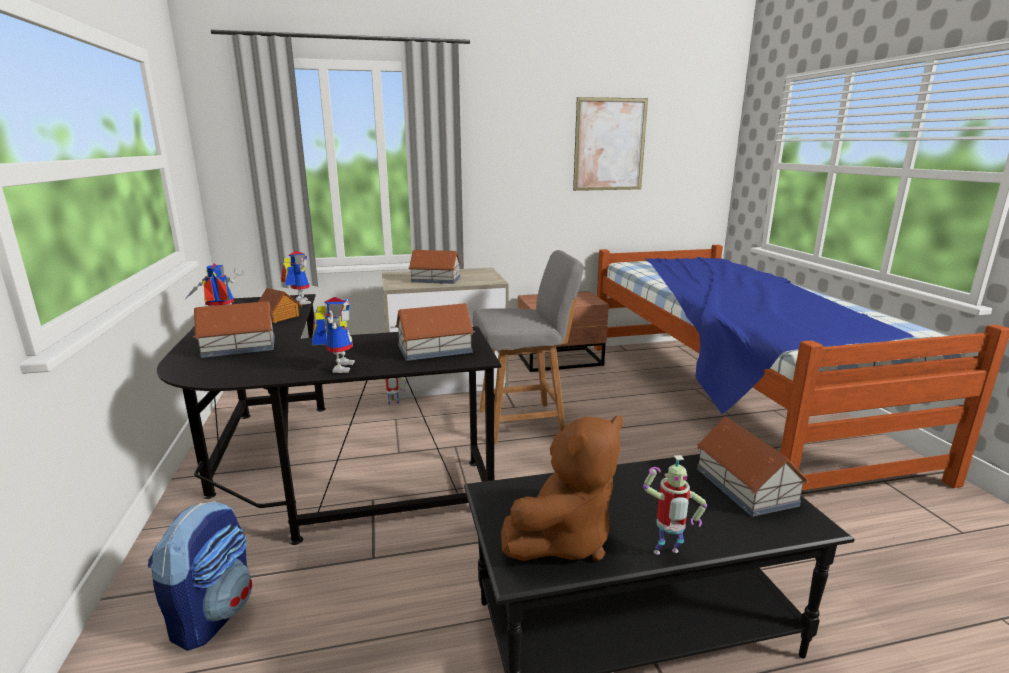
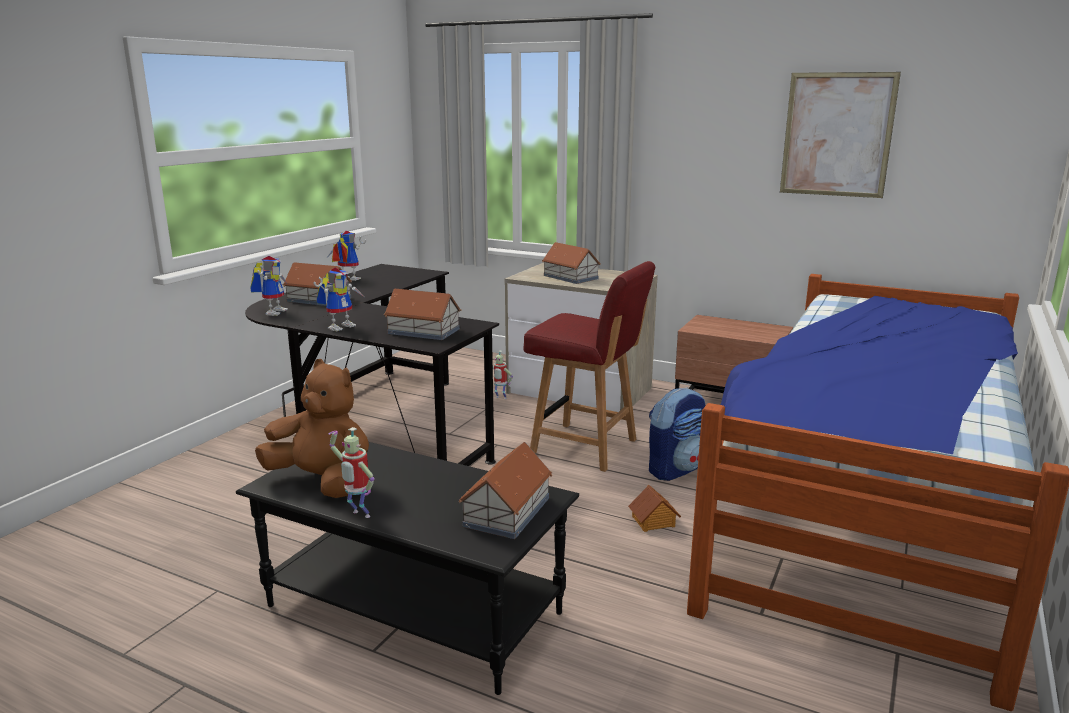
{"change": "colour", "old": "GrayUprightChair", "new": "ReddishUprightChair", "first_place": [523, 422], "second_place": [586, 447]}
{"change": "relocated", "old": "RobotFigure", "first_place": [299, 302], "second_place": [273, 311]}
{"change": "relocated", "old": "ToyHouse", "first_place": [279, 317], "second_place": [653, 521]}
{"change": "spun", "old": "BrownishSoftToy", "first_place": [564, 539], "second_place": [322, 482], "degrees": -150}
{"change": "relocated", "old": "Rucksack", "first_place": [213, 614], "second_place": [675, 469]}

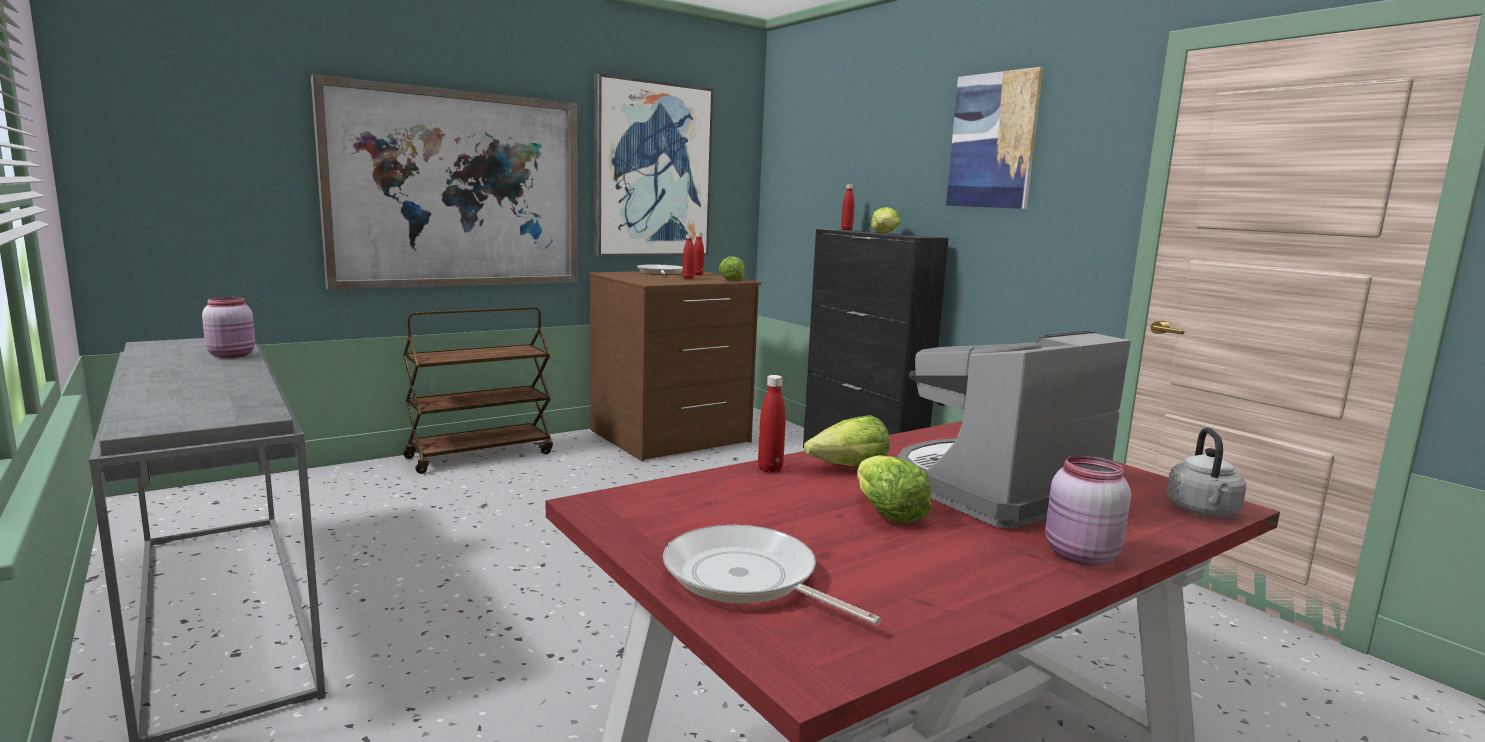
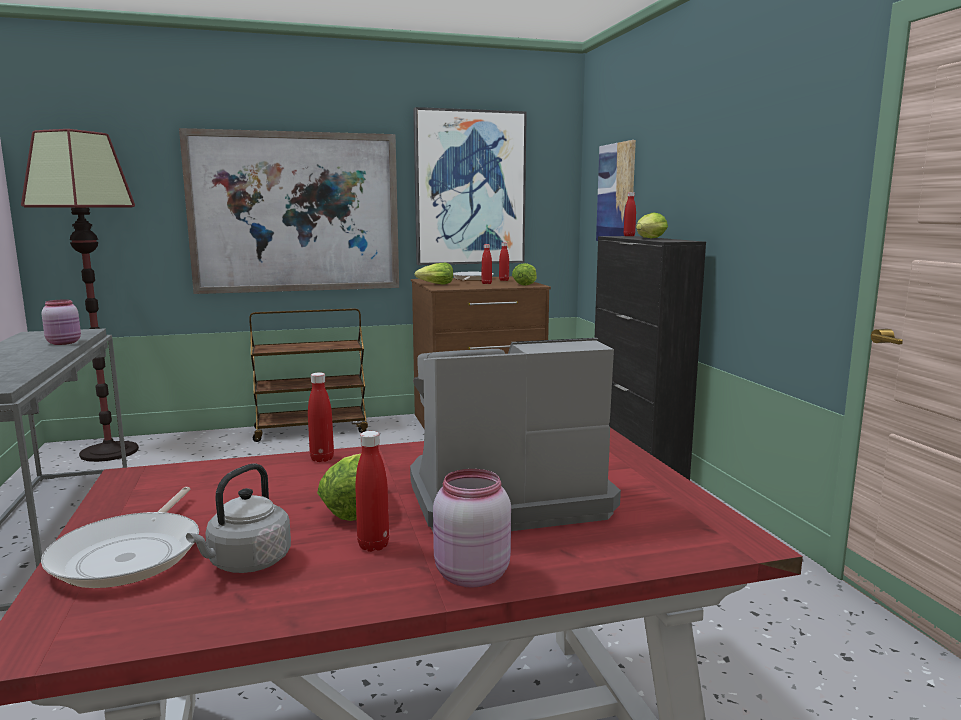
{"change": "relocated", "old": "Picture", "first_place": [993, 141], "second_place": [616, 193]}
{"change": "relocated", "old": "Lettuce", "first_place": [849, 467], "second_place": [436, 284]}
{"change": "relocated", "old": "GrayKettle", "first_place": [1203, 511], "second_place": [246, 563]}
{"change": "spun", "old": "Pan", "first_place": [746, 579], "second_place": [132, 554], "degrees": -150}
{"change": "appeared", "new": "StandingLamp", "second_place": [109, 452]}
{"change": "appeared", "new": "ReddishBeverageBottle", "second_place": [373, 545]}

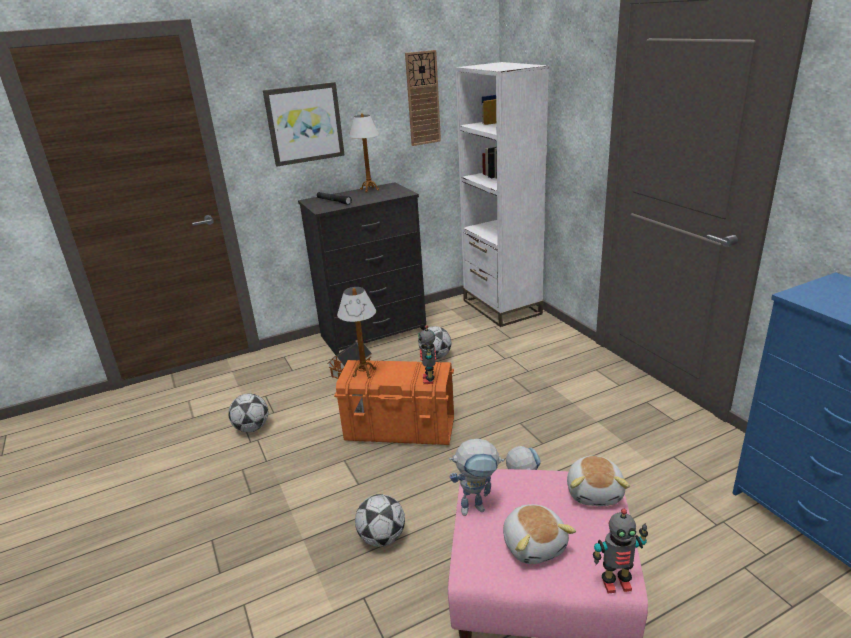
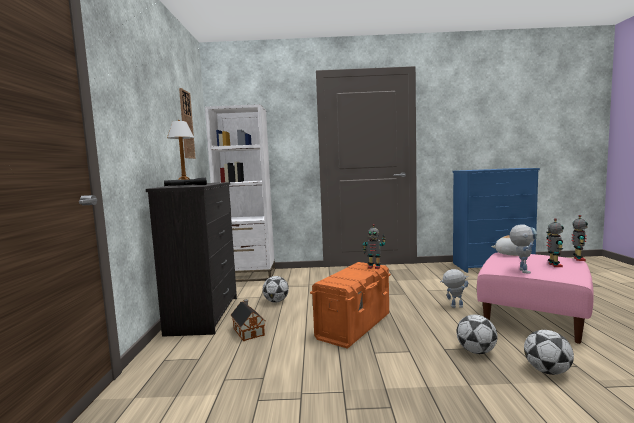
{"change": "missing", "old": "Picture", "first_place": [304, 124]}
{"change": "missing", "old": "LampForATable", "first_place": [364, 373]}
{"change": "relocated", "old": "BallForFootball", "first_place": [252, 428], "second_place": [547, 371]}
{"change": "exchanged", "old": "SoftToy", "new": "RobotFigure", "first_place": [534, 544], "second_place": [554, 265]}

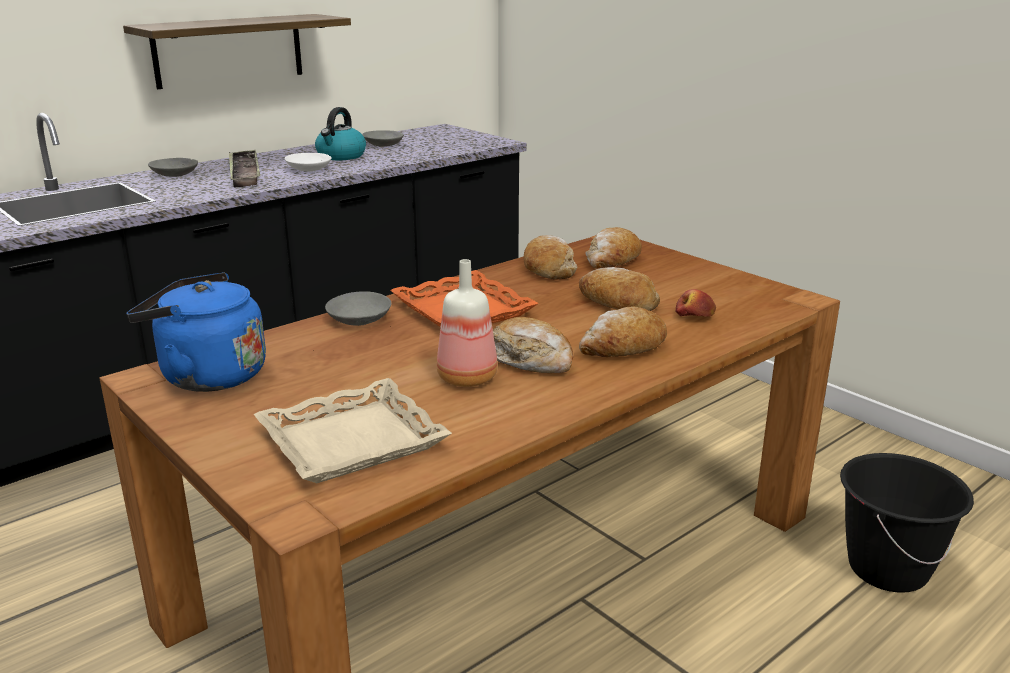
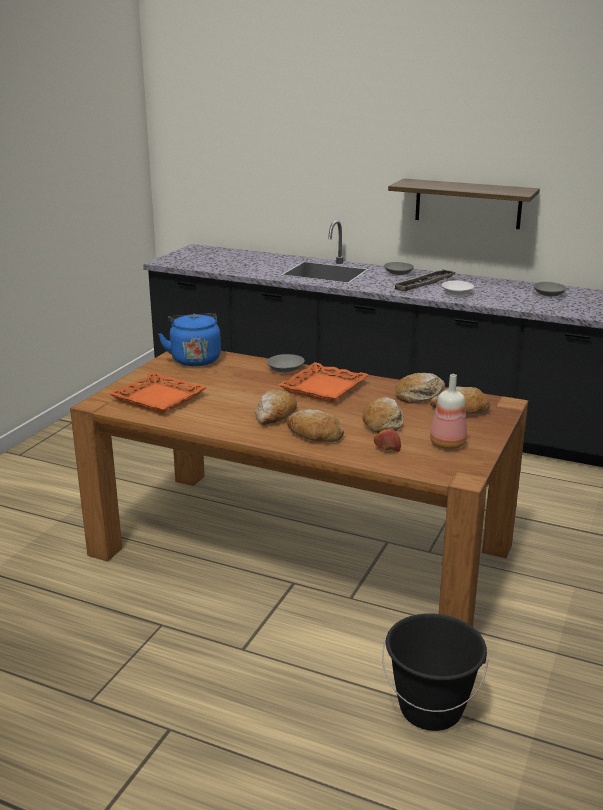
{"change": "missing", "old": "Kettle", "first_place": [341, 156]}
{"change": "relocated", "old": "BeverageBottle", "first_place": [469, 379], "second_place": [448, 444]}
{"change": "colour", "old": "BeigeColouredTray", "new": "OrangeColouredTray", "first_place": [352, 440], "second_place": [159, 398]}

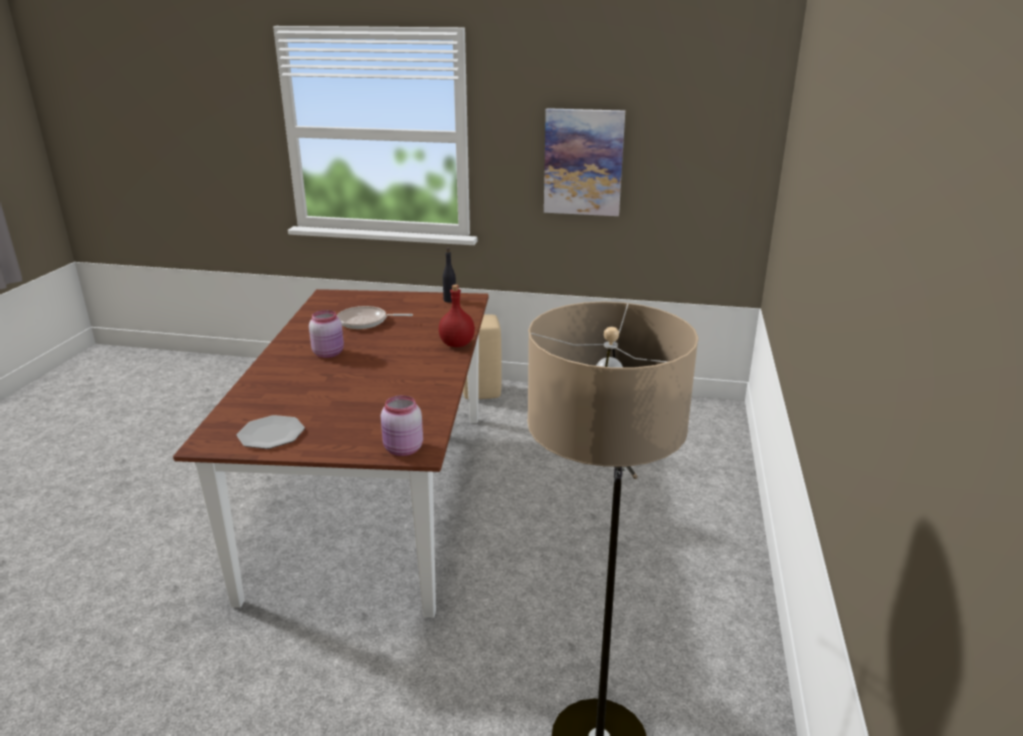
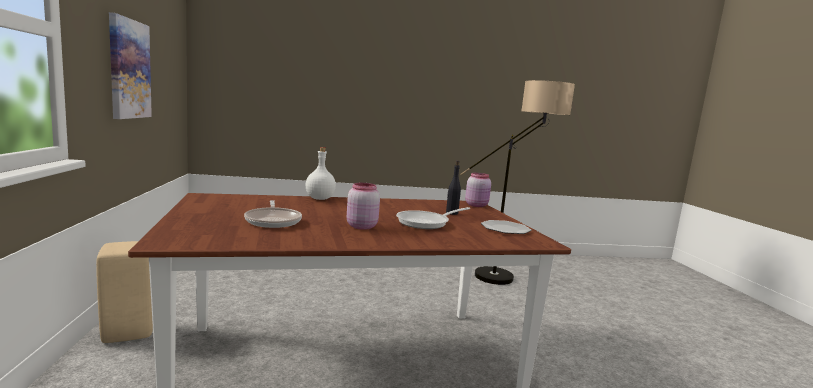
{"change": "relocated", "old": "BlackishBeverageBottle", "first_place": [450, 300], "second_place": [451, 213]}
{"change": "colour", "old": "ReddishBeverageBottle", "new": "WhiteColouredBeverageBottle", "first_place": [456, 344], "second_place": [320, 199]}
{"change": "appeared", "new": "Pan", "second_place": [426, 223]}

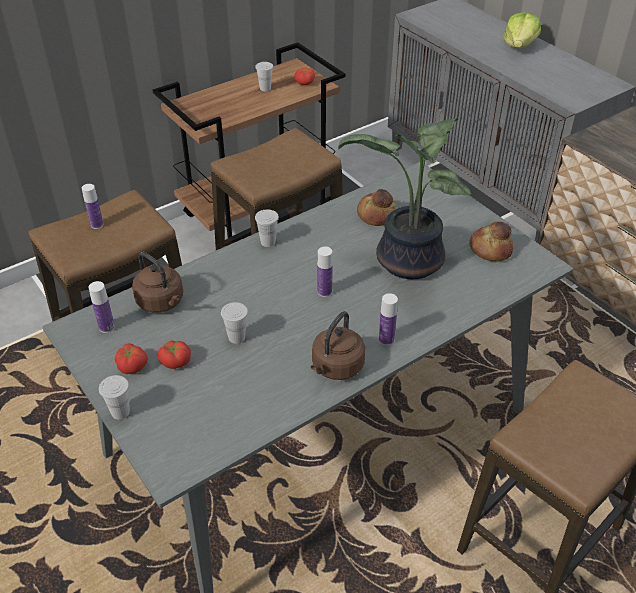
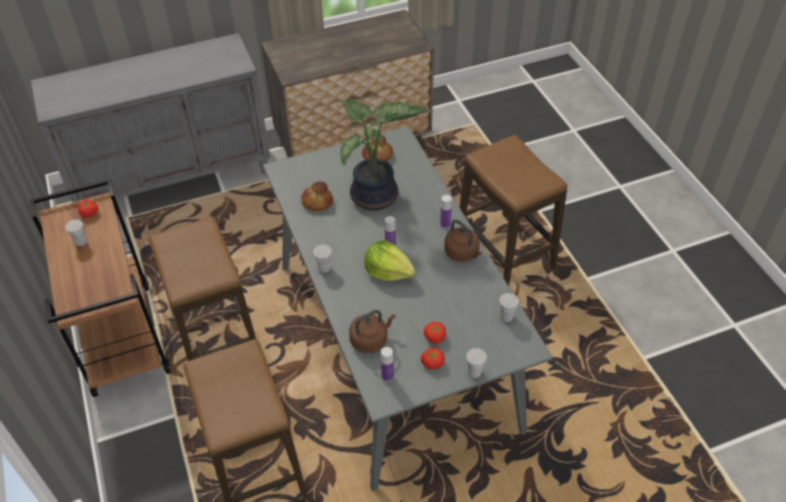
{"change": "relocated", "old": "Lettuce", "first_place": [519, 45], "second_place": [388, 271]}
{"change": "missing", "old": "BeverageBottle", "first_place": [97, 225]}
{"change": "relocated", "old": "WhiteColouredCup", "first_place": [236, 337], "second_place": [506, 317]}

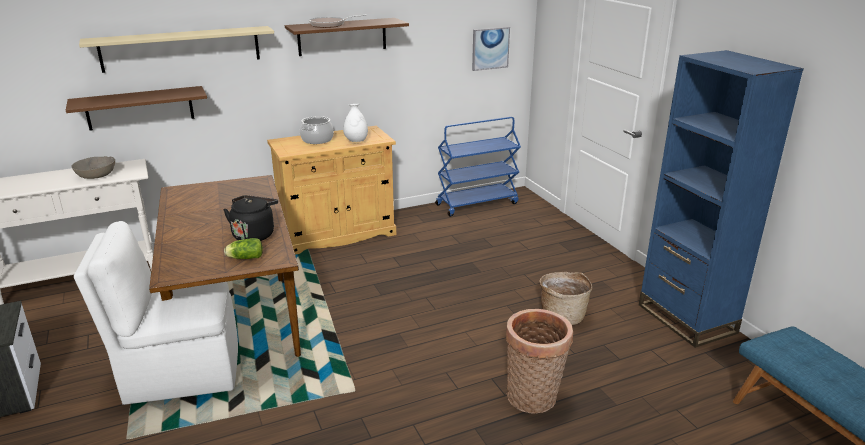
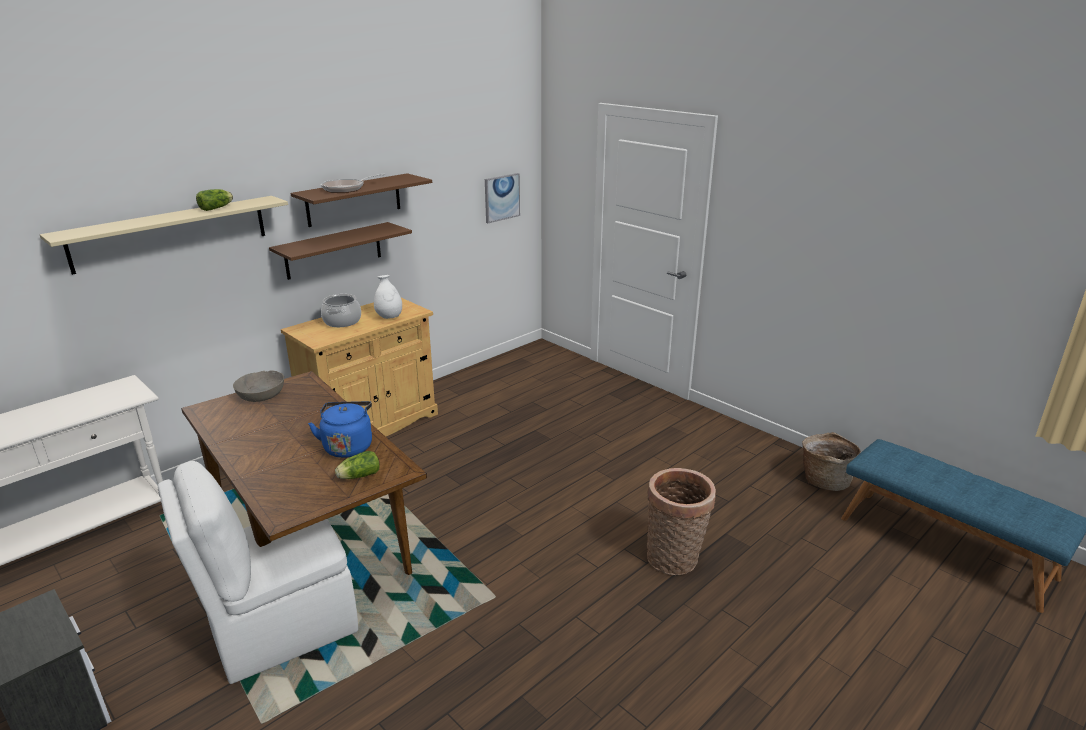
{"change": "missing", "old": "BluishBookcase", "first_place": [686, 319]}
{"change": "relocated", "old": "BrownishShelf", "first_place": [140, 108], "second_place": [333, 250]}
{"change": "missing", "old": "BluishCart", "first_place": [477, 204]}
{"change": "relocated", "old": "GrayServingBowl", "first_place": [96, 175], "second_place": [261, 395]}
{"change": "colour", "old": "BlackishKettle", "new": "BluishKettle", "first_place": [254, 234], "second_place": [348, 446]}
{"change": "relocated", "old": "HouseholdBasket", "first_place": [562, 315], "second_place": [824, 480]}
{"change": "appeared", "new": "Lettuce", "second_place": [217, 208]}

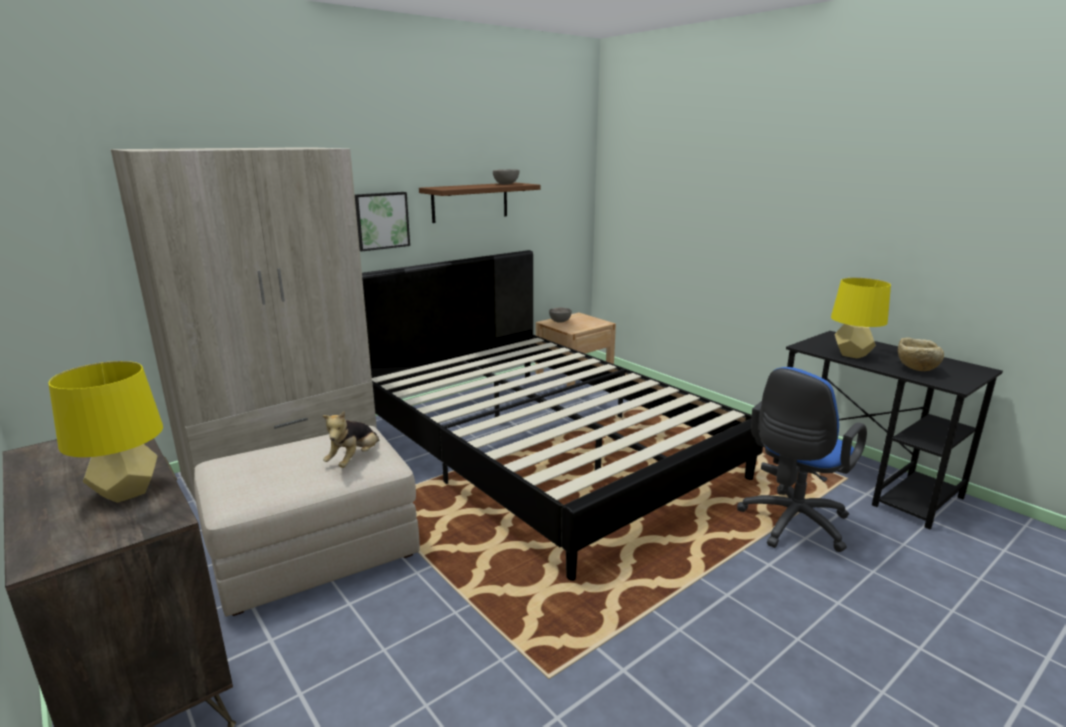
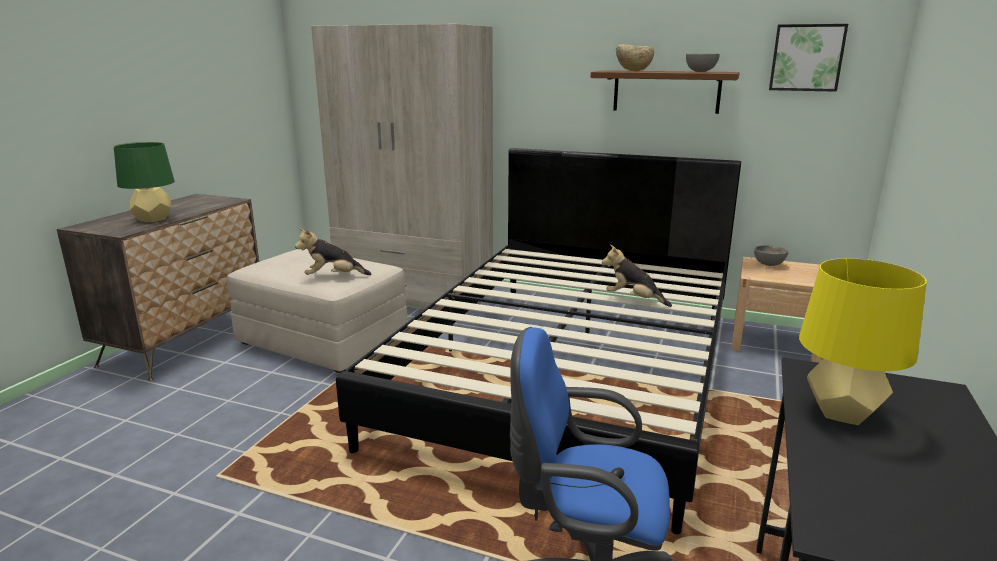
{"change": "relocated", "old": "Picture", "first_place": [381, 220], "second_place": [806, 57]}
{"change": "relocated", "old": "BeigeColouredServingBowl", "first_place": [915, 369], "second_place": [633, 71]}
{"change": "colour", "old": "YellowColouredLampForATable", "new": "GreenLampForATable", "first_place": [126, 491], "second_place": [153, 219]}
{"change": "appeared", "new": "SoftToy", "second_place": [633, 300]}

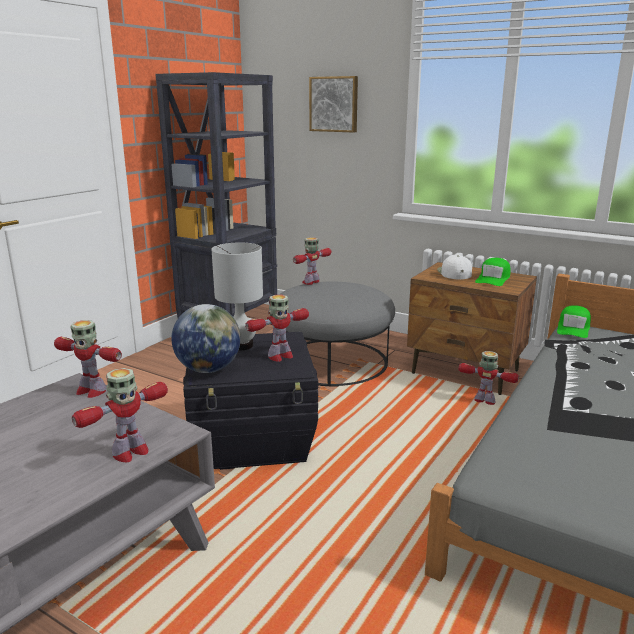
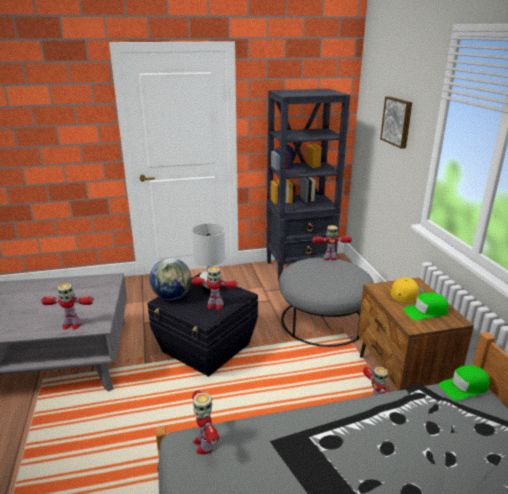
{"change": "colour", "old": "WhiteColouredBaseballCap", "new": "YellowColouredBaseballCap", "first_place": [454, 273], "second_place": [406, 293]}
{"change": "relocated", "old": "RobotFigure", "first_place": [91, 391], "second_place": [204, 444]}

